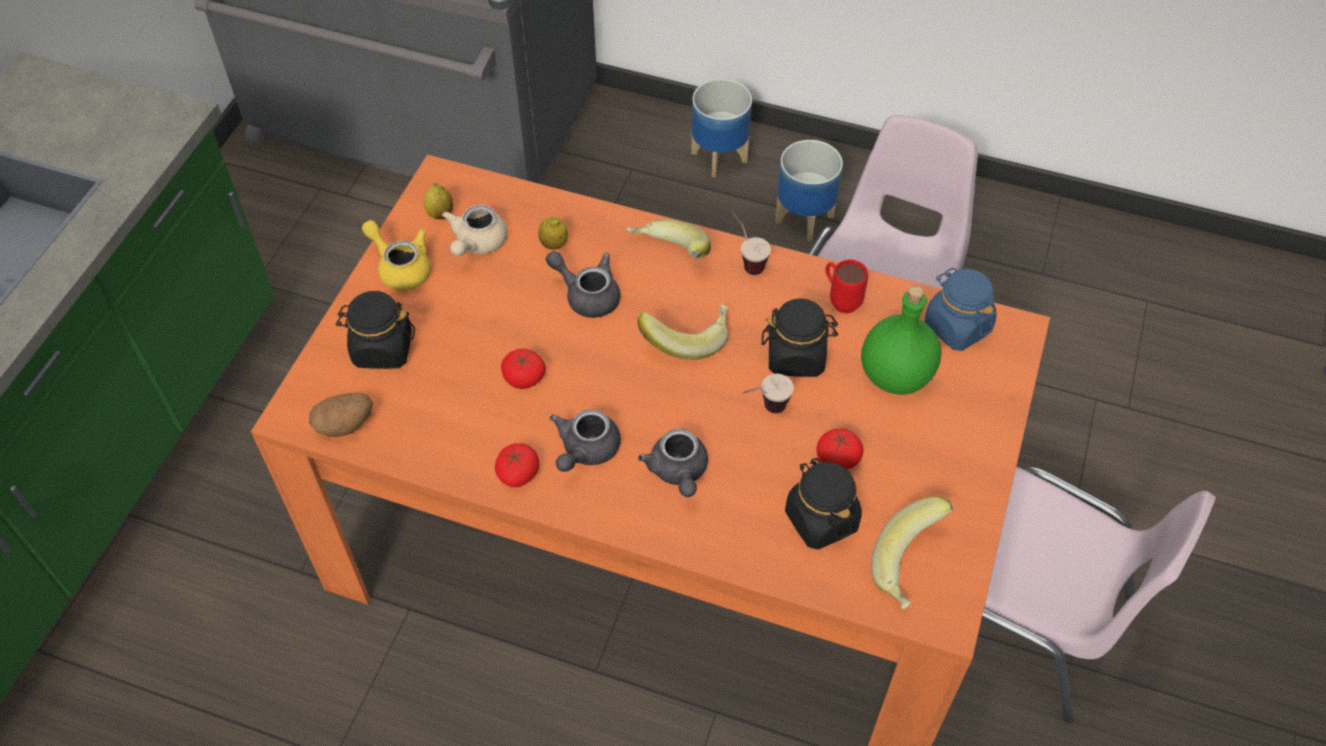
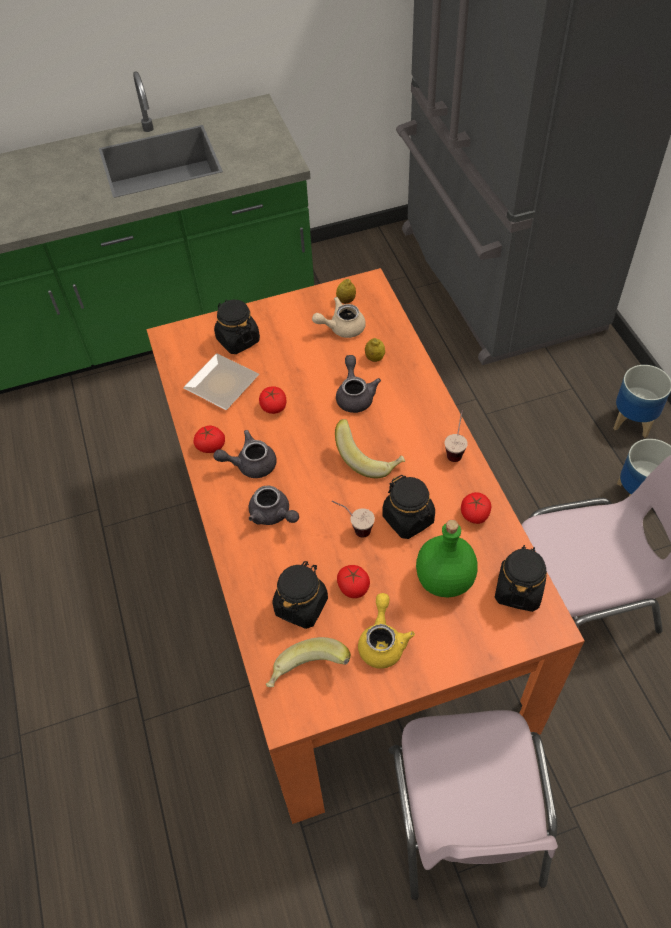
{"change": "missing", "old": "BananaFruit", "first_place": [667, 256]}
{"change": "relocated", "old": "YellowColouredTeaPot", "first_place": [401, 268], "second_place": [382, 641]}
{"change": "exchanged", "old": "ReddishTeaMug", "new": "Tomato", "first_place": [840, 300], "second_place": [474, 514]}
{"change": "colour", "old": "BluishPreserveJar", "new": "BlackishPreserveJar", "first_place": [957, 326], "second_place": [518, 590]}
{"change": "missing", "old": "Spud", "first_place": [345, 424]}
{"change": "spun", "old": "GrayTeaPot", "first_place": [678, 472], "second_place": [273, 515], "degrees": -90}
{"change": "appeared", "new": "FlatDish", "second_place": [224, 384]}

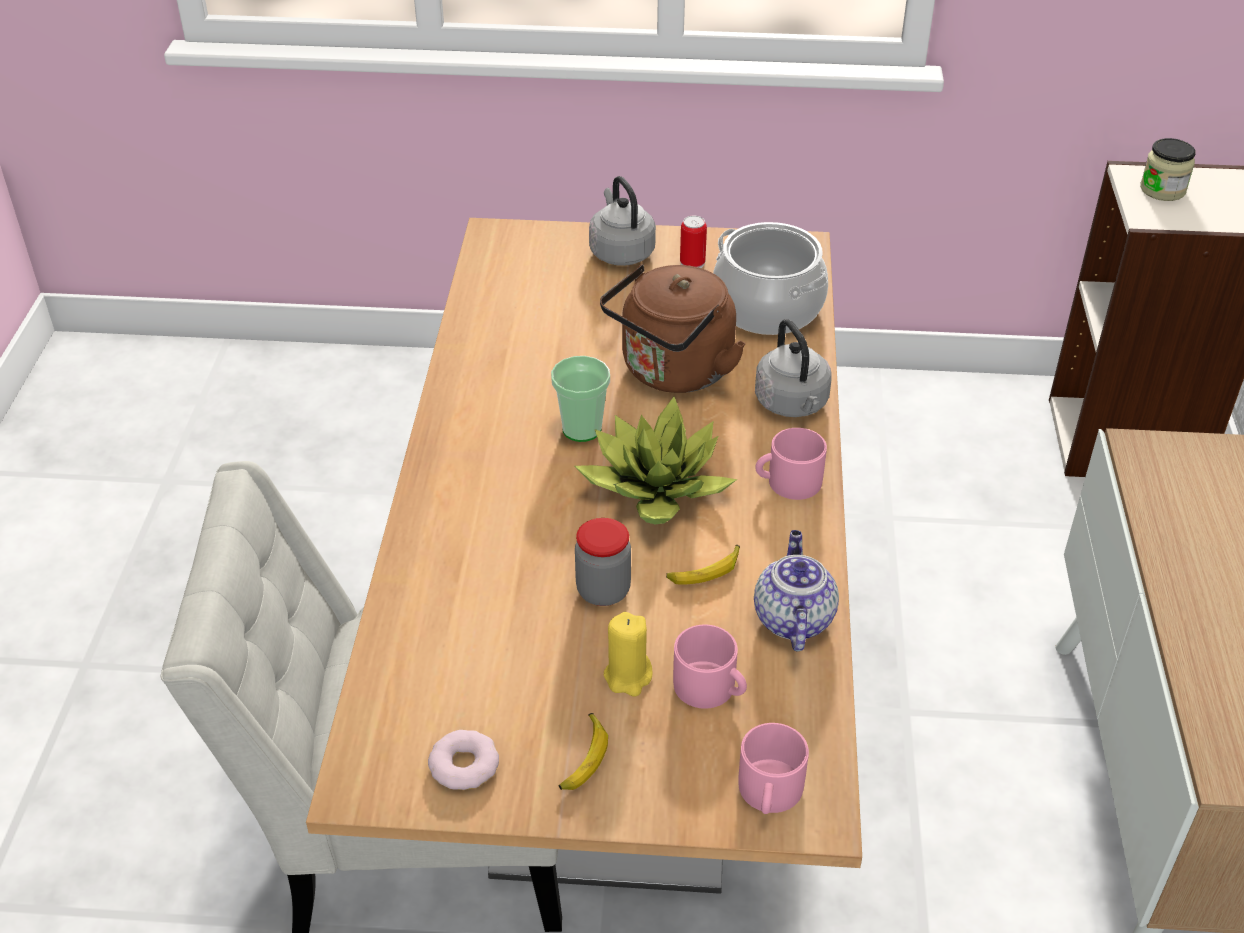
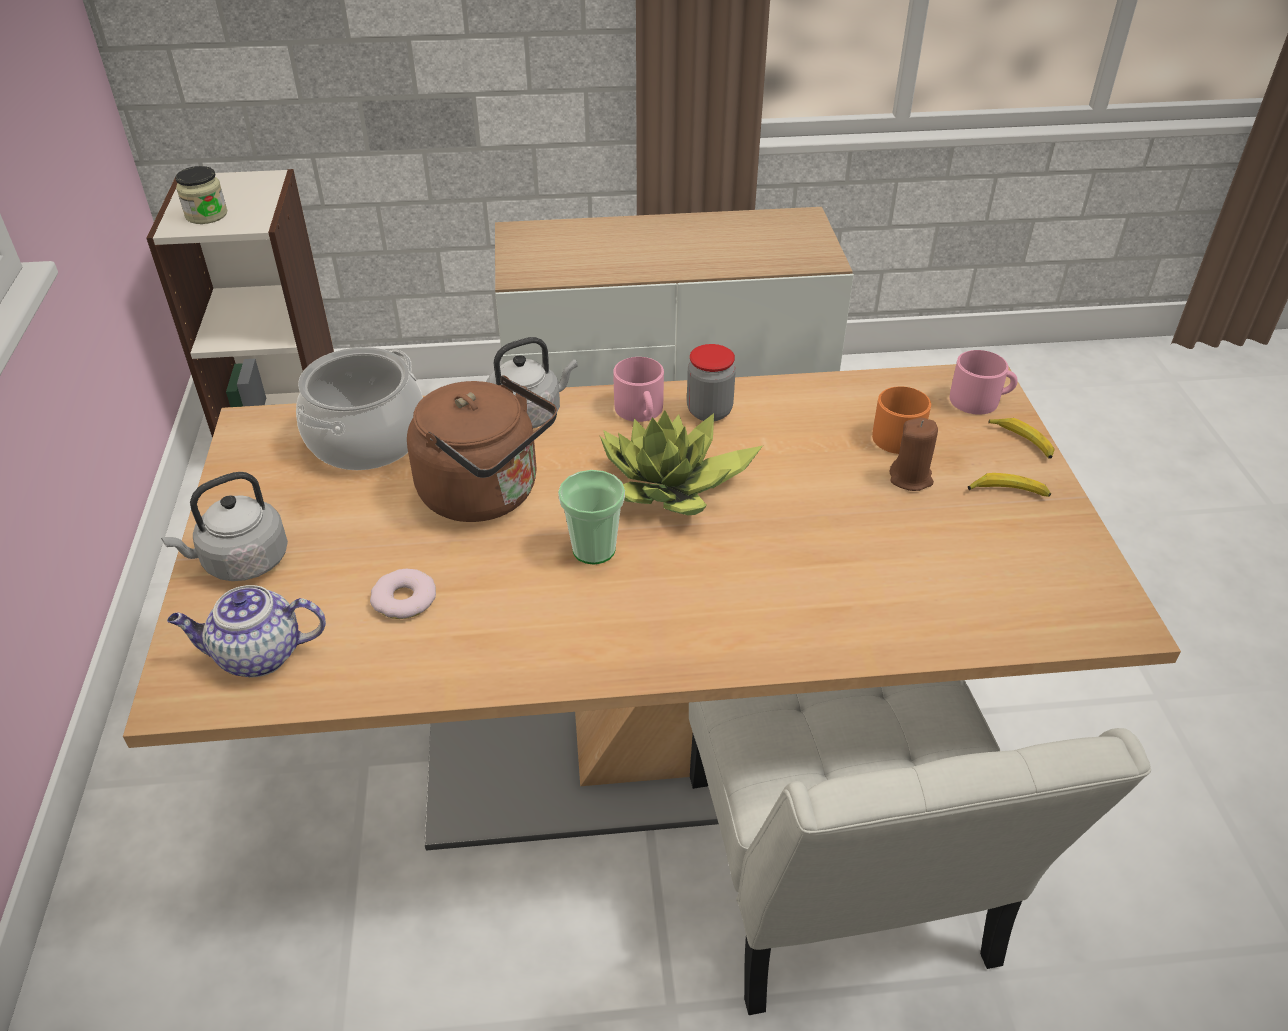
{"change": "missing", "old": "Can", "first_place": [692, 263]}
{"change": "relocated", "old": "PreserveJar", "first_place": [603, 591], "second_place": [709, 411]}
{"change": "relocated", "old": "TeaPot", "first_place": [792, 618], "second_place": [257, 655]}
{"change": "relocated", "old": "BananaFruit", "first_place": [705, 571], "second_place": [1022, 442]}
{"change": "colour", "old": "YellowColouredCandle", "new": "BrownishCandle", "first_place": [628, 676], "second_place": [911, 478]}
{"change": "colour", "old": "PinkColouredTeaMug", "new": "OrangeColouredTeaMug", "first_place": [711, 688], "second_place": [899, 434]}
{"change": "relocated", "old": "Doughnut", "first_place": [464, 765], "second_place": [404, 599]}

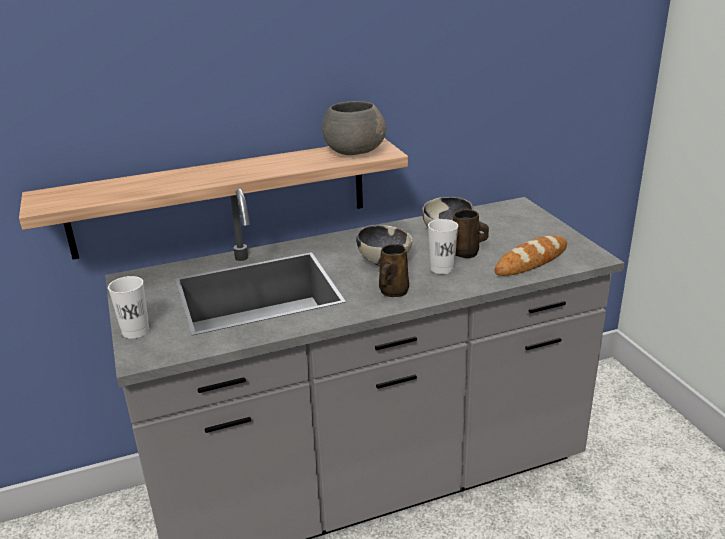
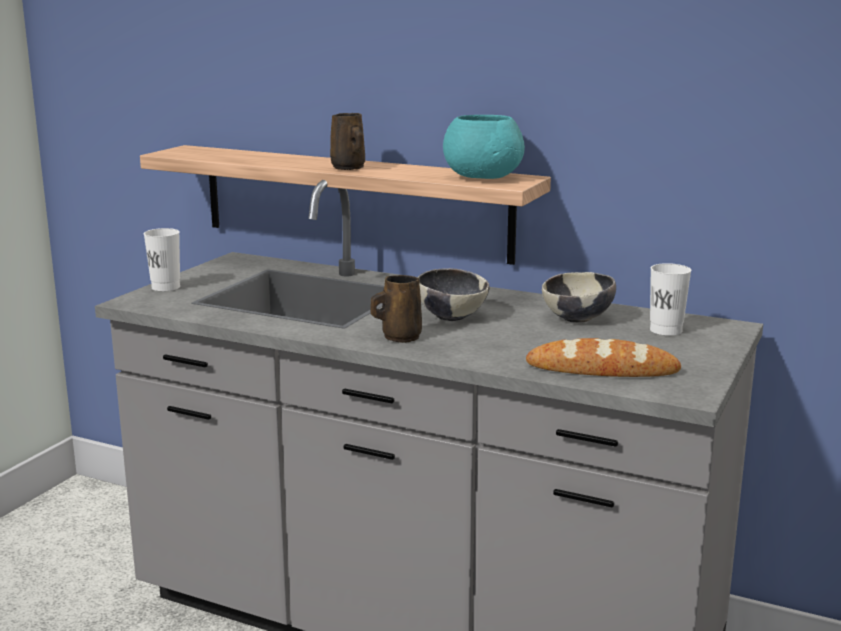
{"change": "colour", "old": "GrayServingBowl", "new": "TurquoiseServingBowl", "first_place": [353, 151], "second_place": [482, 177]}
{"change": "relocated", "old": "BrownishTeaMug", "first_place": [466, 253], "second_place": [349, 168]}
{"change": "relocated", "old": "WhiteColouredCup", "first_place": [442, 268], "second_place": [666, 330]}

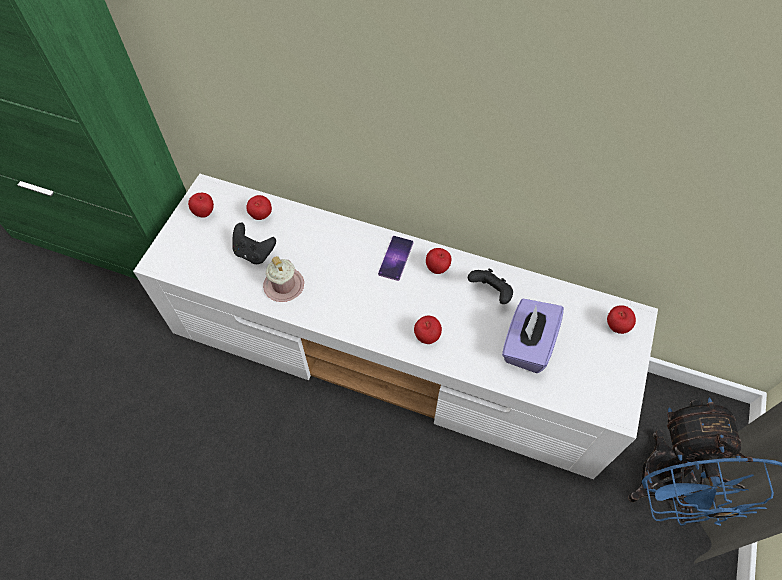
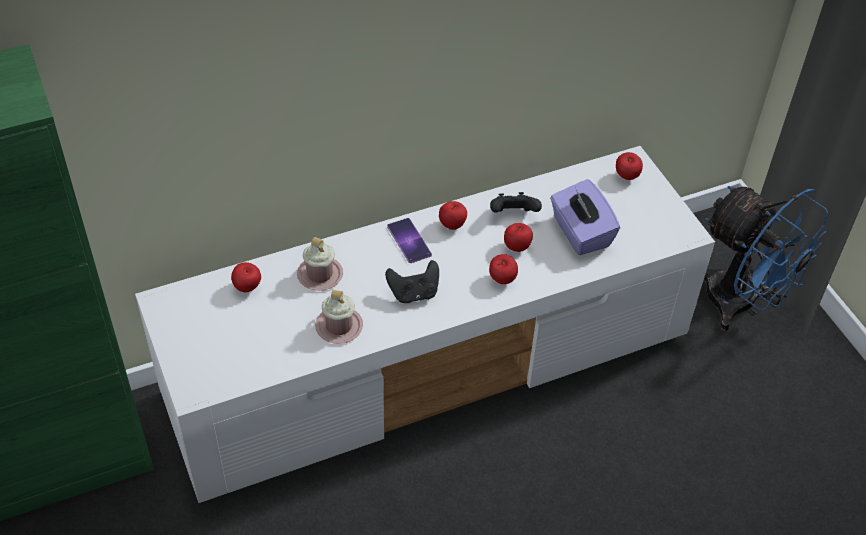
{"change": "relocated", "old": "AppleFruit", "first_place": [205, 213], "second_place": [516, 247]}
{"change": "relocated", "old": "BlackishJoypad", "first_place": [254, 253], "second_place": [414, 293]}
{"change": "appeared", "new": "PinkColouredTeaMug", "second_place": [320, 275]}

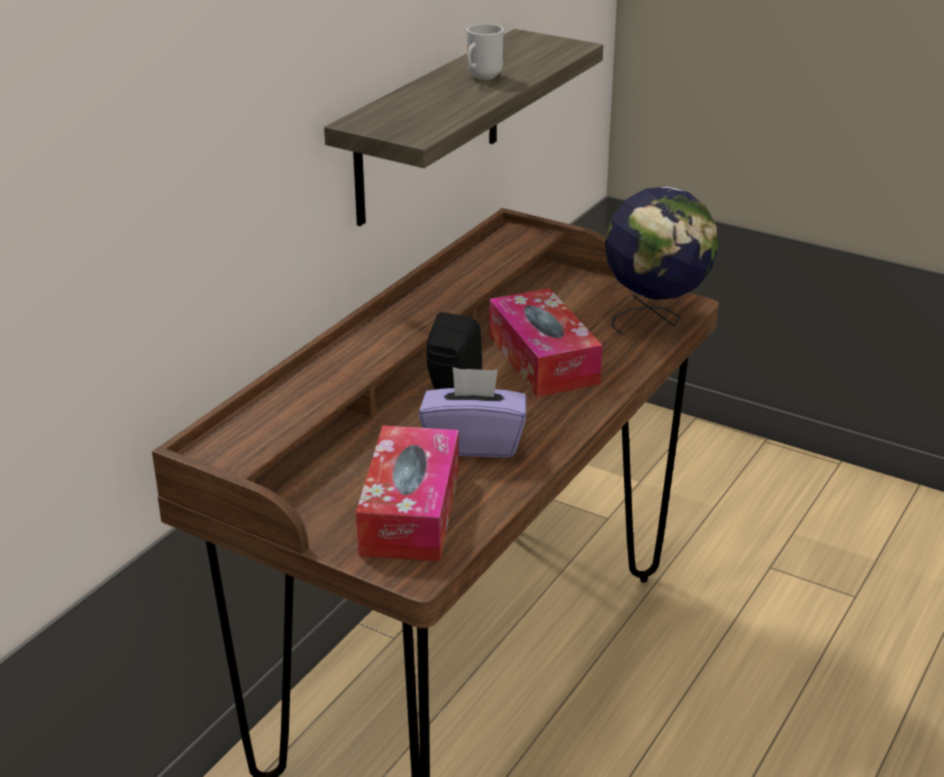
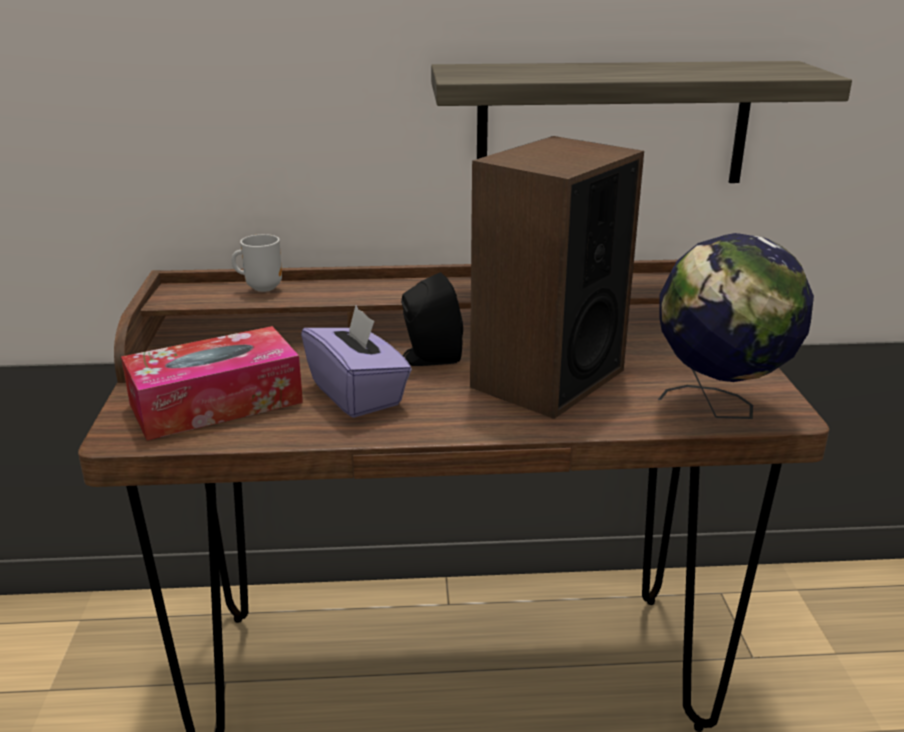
{"change": "relocated", "old": "TeaMug", "first_place": [481, 77], "second_place": [262, 287]}
{"change": "exchanged", "old": "TissueHolder", "new": "Speaker", "first_place": [543, 359], "second_place": [546, 378]}

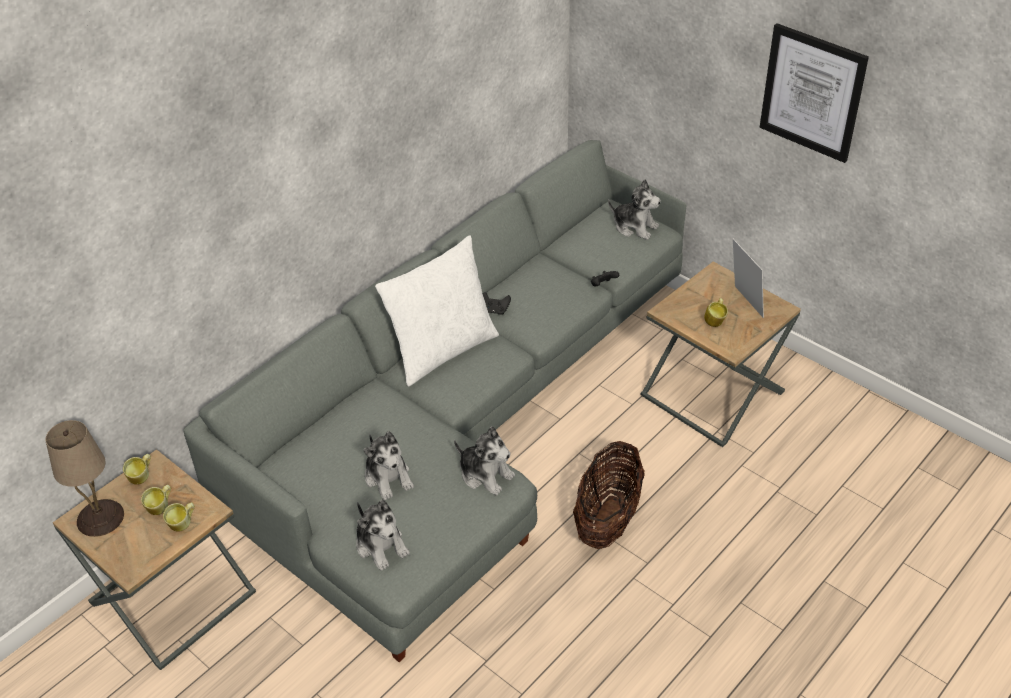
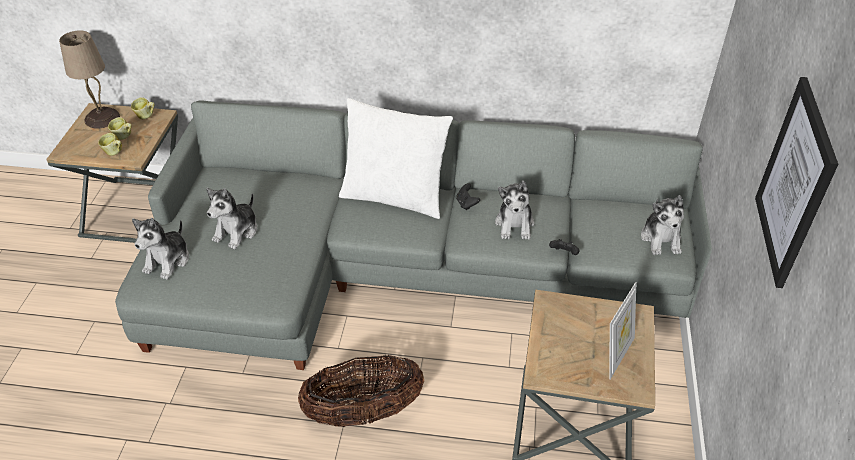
{"change": "missing", "old": "TeaMug", "first_place": [716, 321]}
{"change": "relocated", "old": "SoftToy", "first_place": [485, 474], "second_place": [514, 224]}

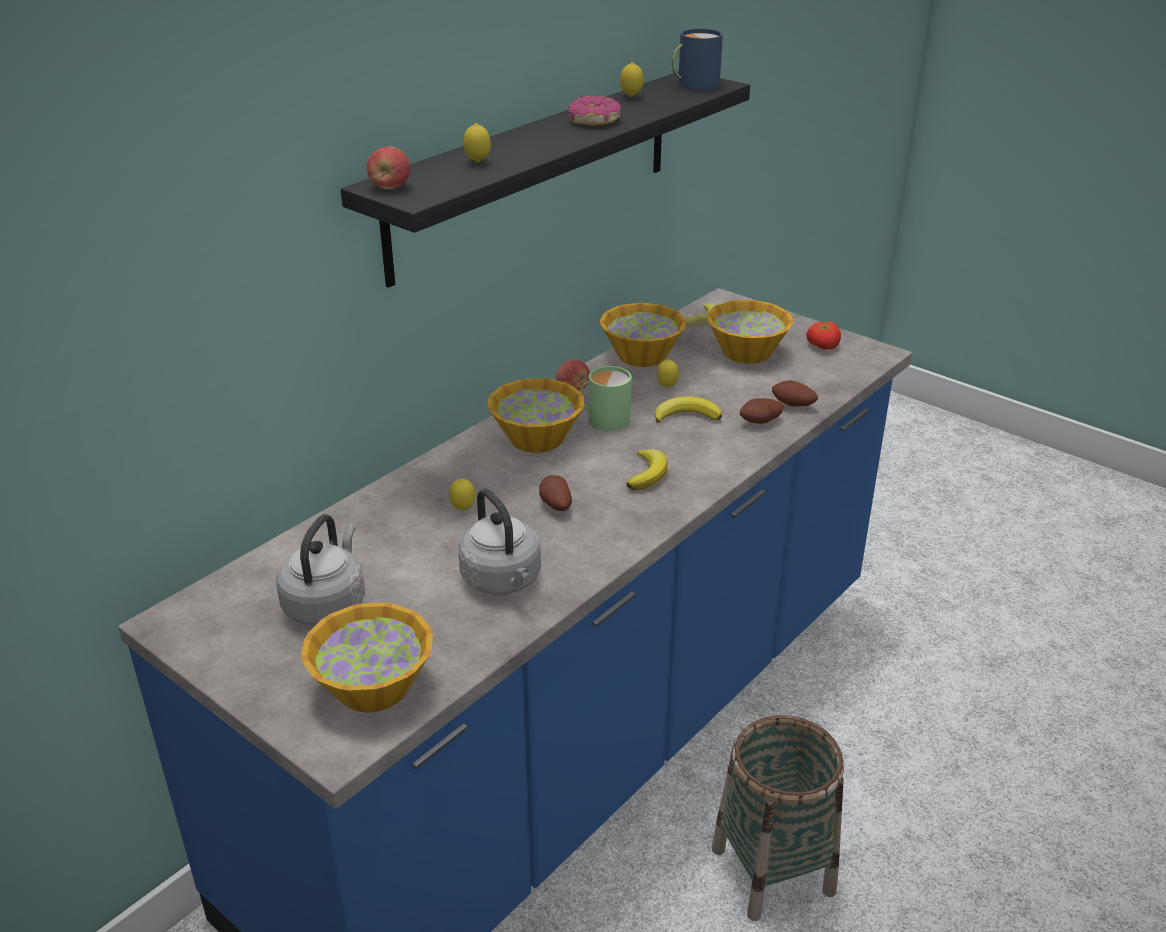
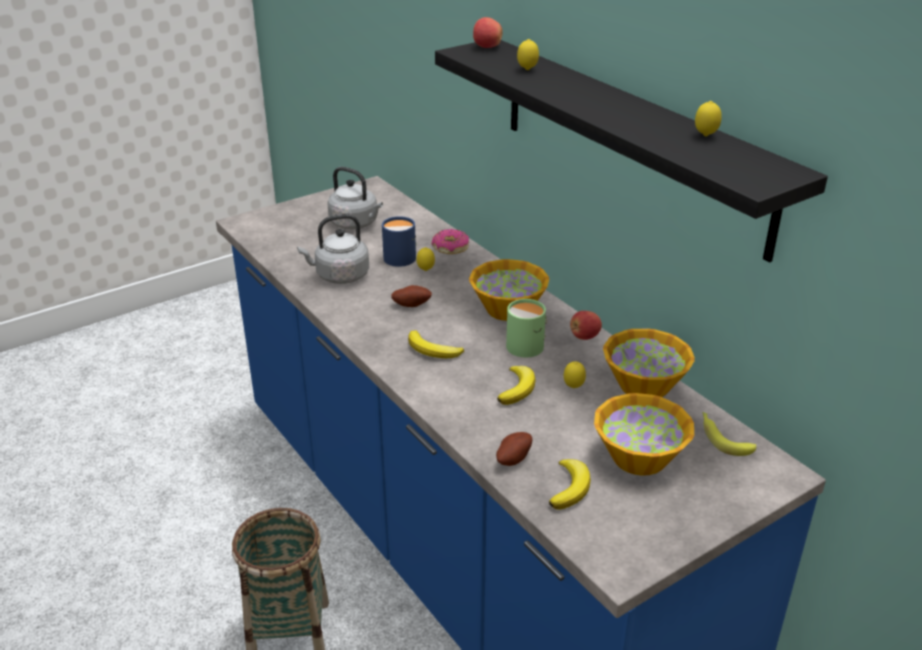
{"change": "relocated", "old": "BluishTeaMug", "first_place": [693, 84], "second_place": [400, 256]}
{"change": "relocated", "old": "Doughnut", "first_place": [594, 120], "second_place": [450, 248]}
{"change": "missing", "old": "Tomato", "first_place": [822, 346]}
{"change": "missing", "old": "Spud", "first_place": [761, 422]}
{"change": "missing", "old": "ServingBowl", "first_place": [372, 687]}
{"change": "appeared", "new": "BananaFruit", "second_place": [570, 487]}

